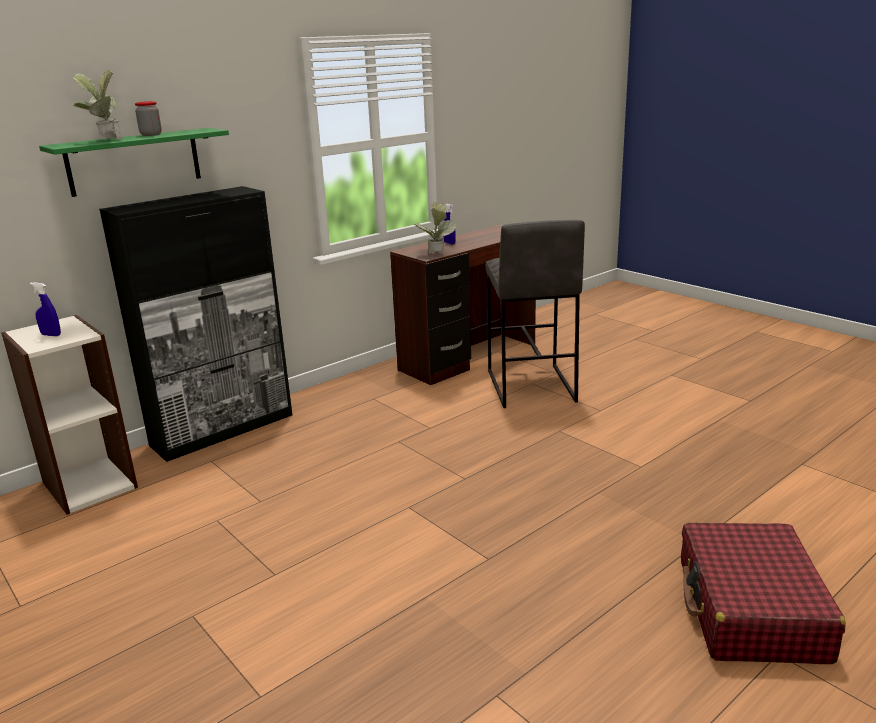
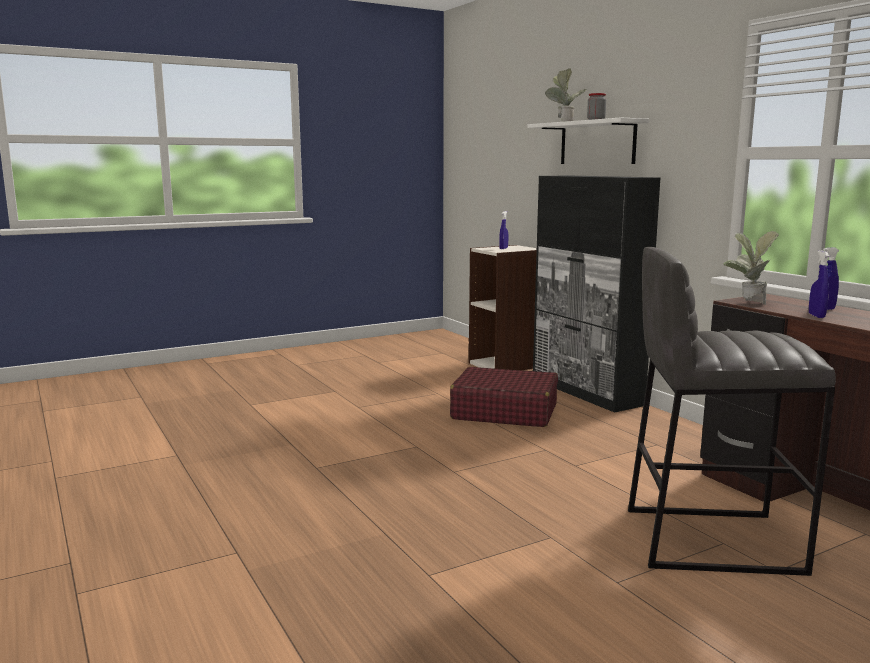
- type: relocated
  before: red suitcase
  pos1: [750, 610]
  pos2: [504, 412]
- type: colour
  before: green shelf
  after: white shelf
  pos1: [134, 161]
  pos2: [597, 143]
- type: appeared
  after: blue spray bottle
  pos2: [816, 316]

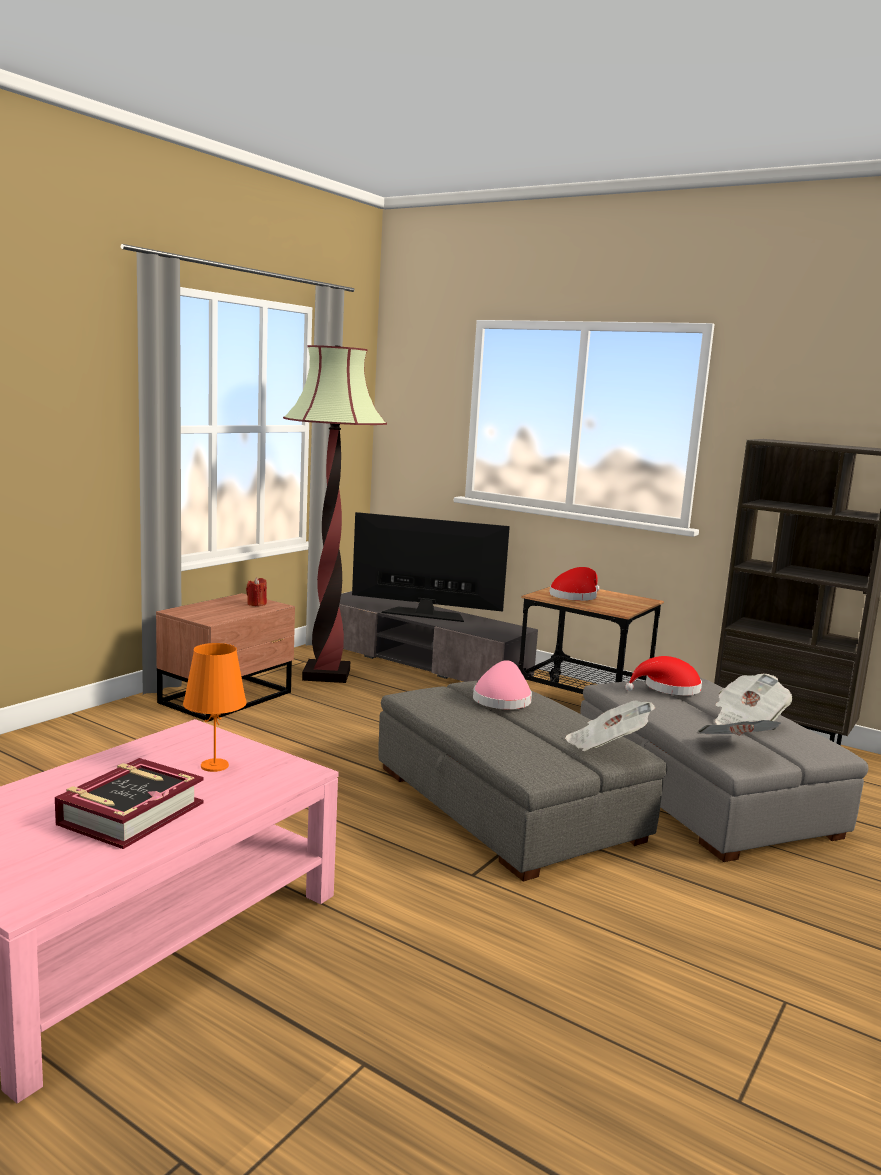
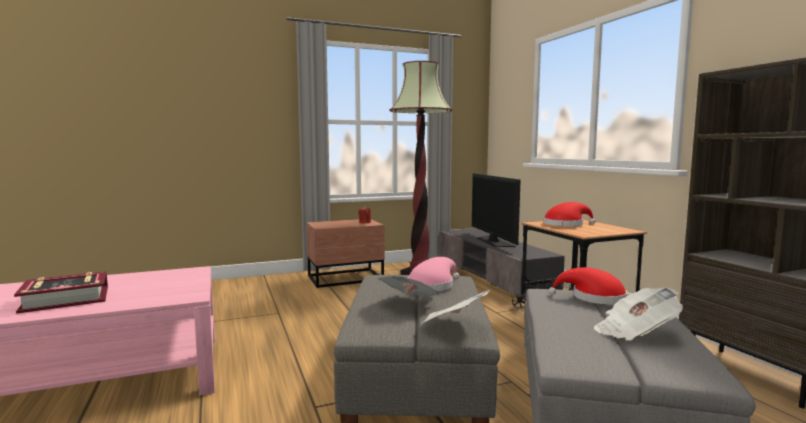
- type: relocated
  before: newspaper
  pos1: [734, 748]
  pos2: [410, 303]
- type: spun
  before: television
  pos1: [425, 614]
  pos2: [493, 241]
  turn: -150
- type: missing
  before: orange table lamp
  pos1: [215, 766]

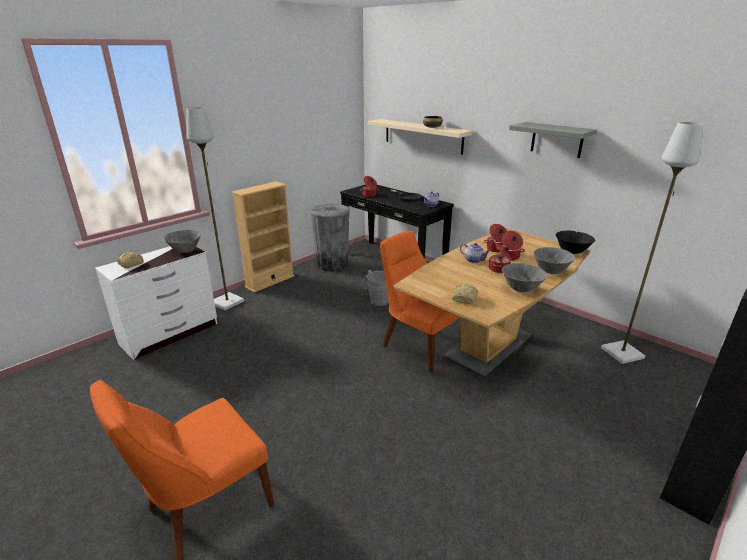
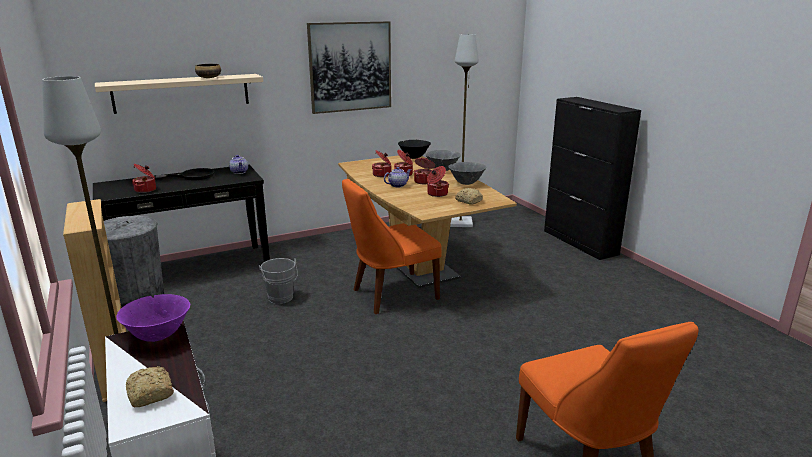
- type: colour
  before: grey bowl
  after: purple bowl
  pos1: [185, 251]
  pos2: [158, 336]
- type: exchanged
  before: grey shelf
  after: picture
  pos1: [557, 140]
  pos2: [350, 67]
- type: appeared
  after: cooking pot
  pos2: [436, 194]

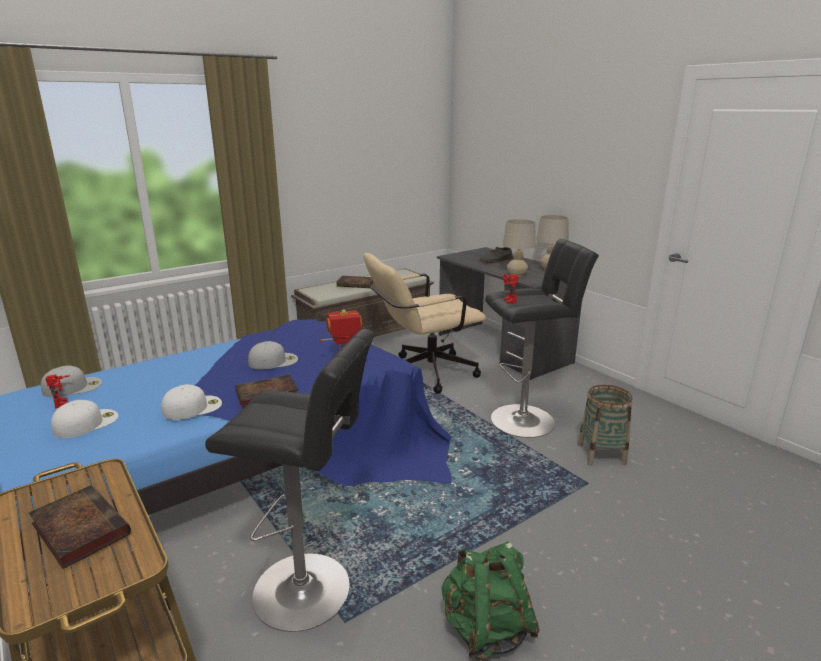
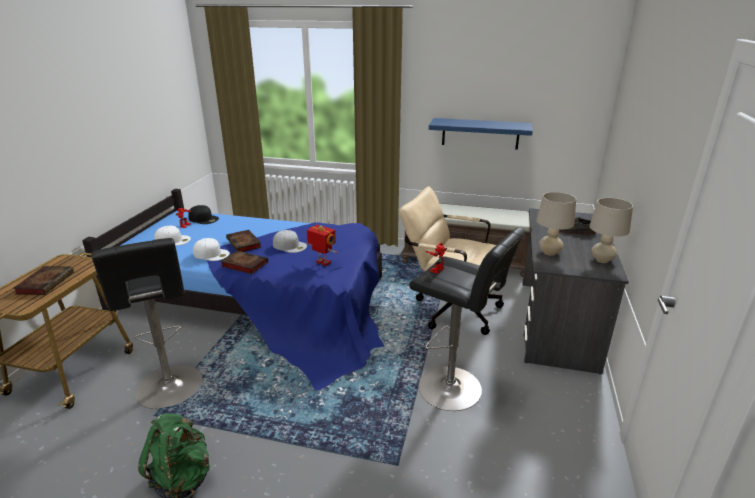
- type: colour
  before: white cap
  after: black cap
  pos1: [73, 387]
  pos2: [204, 219]
- type: relocated
  before: book
  pos1: [357, 284]
  pos2: [244, 244]
- type: appeared
  after: blue shelf
  pos2: [480, 133]
- type: missing
  before: basket
  pos1: [601, 454]

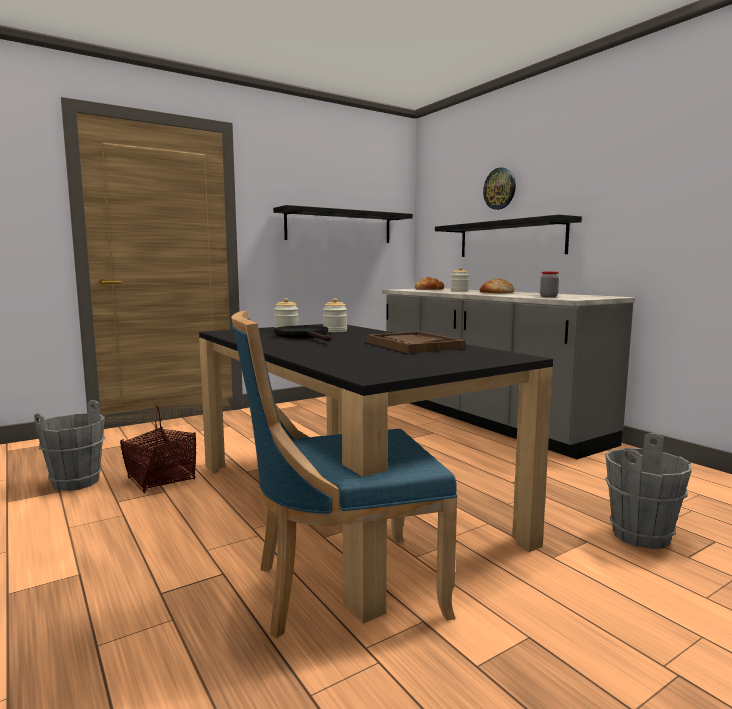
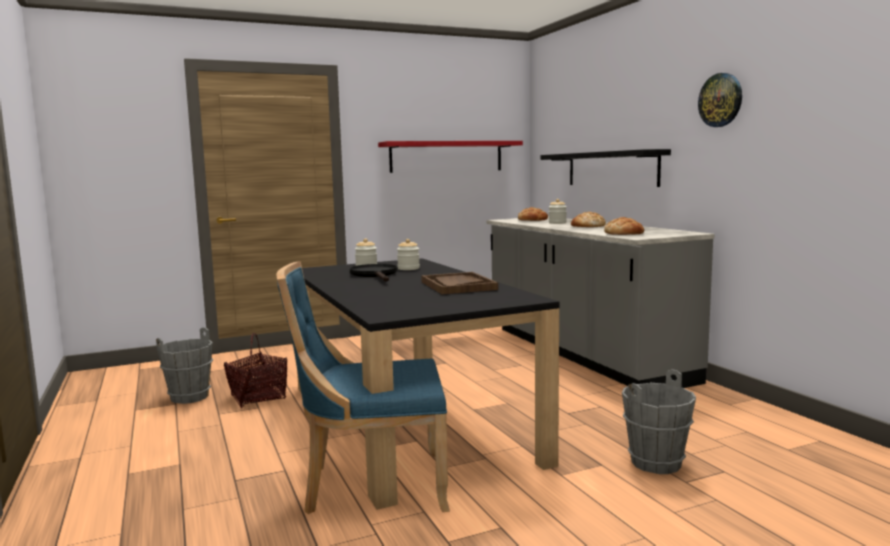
- type: colour
  before: black shelf
  after: red shelf
  pos1: [339, 226]
  pos2: [446, 156]
- type: exchanged
  before: jar
  after: bread
  pos1: [548, 296]
  pos2: [624, 233]
- type: relocated
  before: wall clock
  pos1: [500, 188]
  pos2: [720, 100]

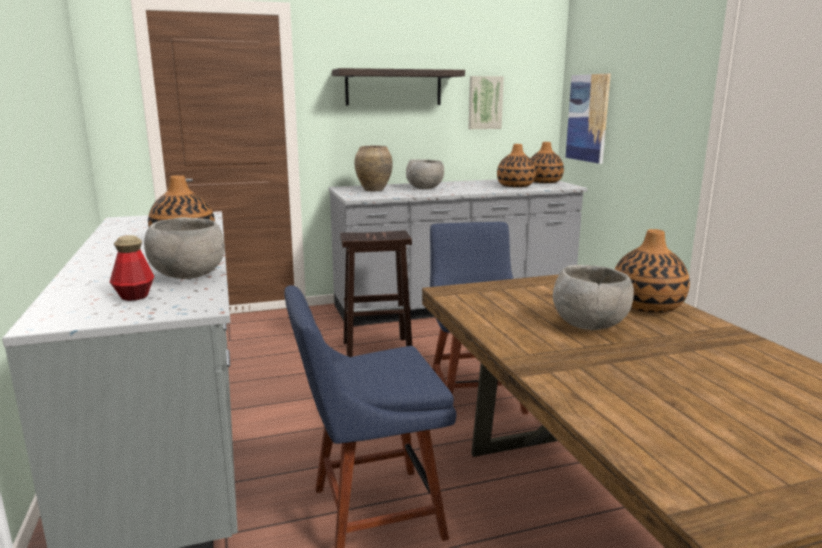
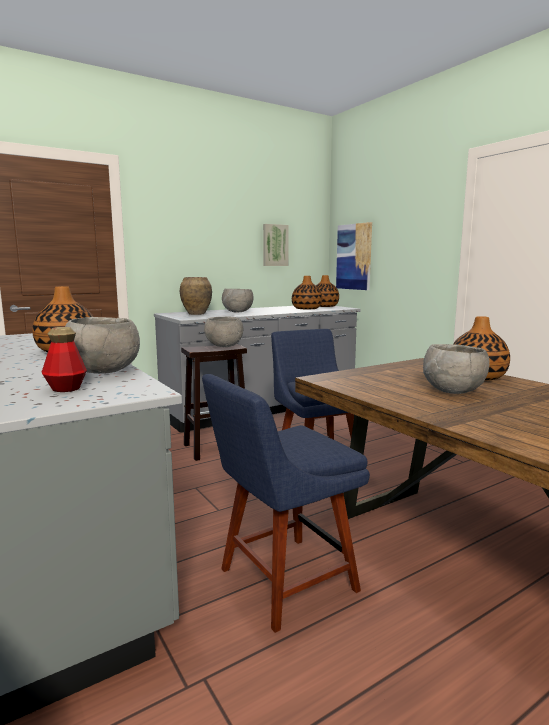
- type: appeared
  after: grey bowl
  pos2: [224, 346]
- type: missing
  before: shelf
  pos1: [393, 87]

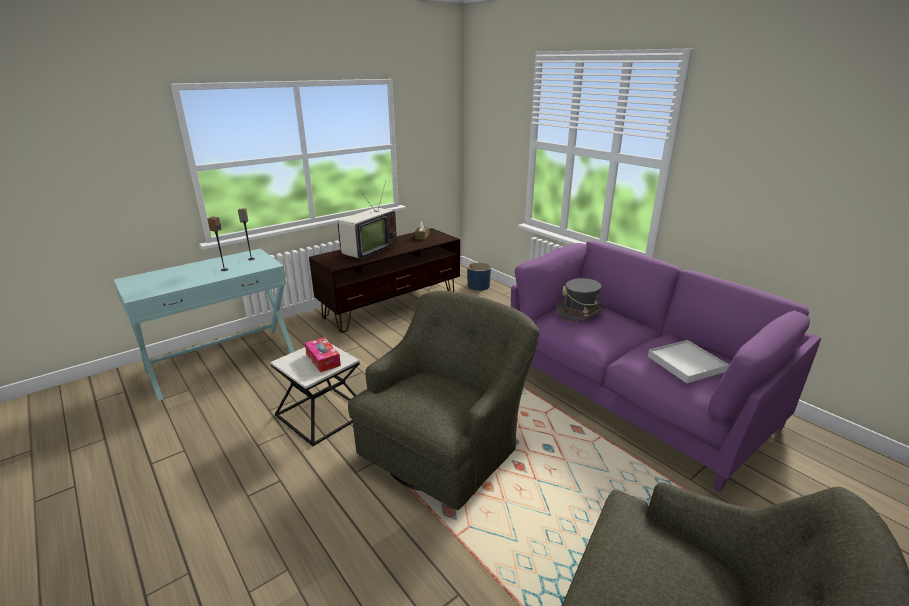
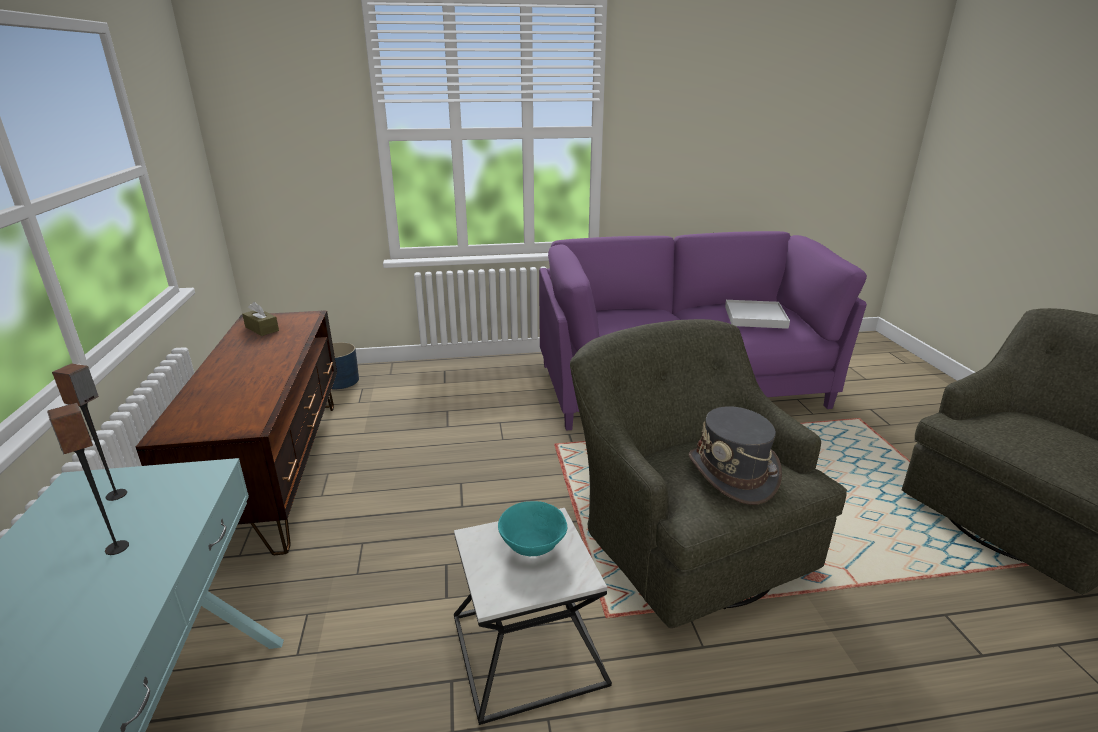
- type: exchanged
  before: tissue box
  after: turquoise bowl
  pos1: [323, 360]
  pos2: [531, 546]
- type: relocated
  before: grey hat
  pos1: [580, 312]
  pos2: [732, 474]
- type: missing
  before: television
  pos1: [367, 251]

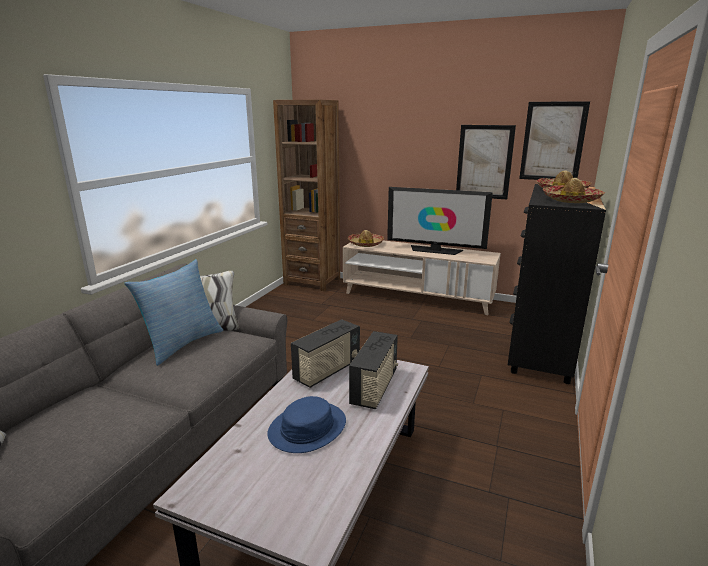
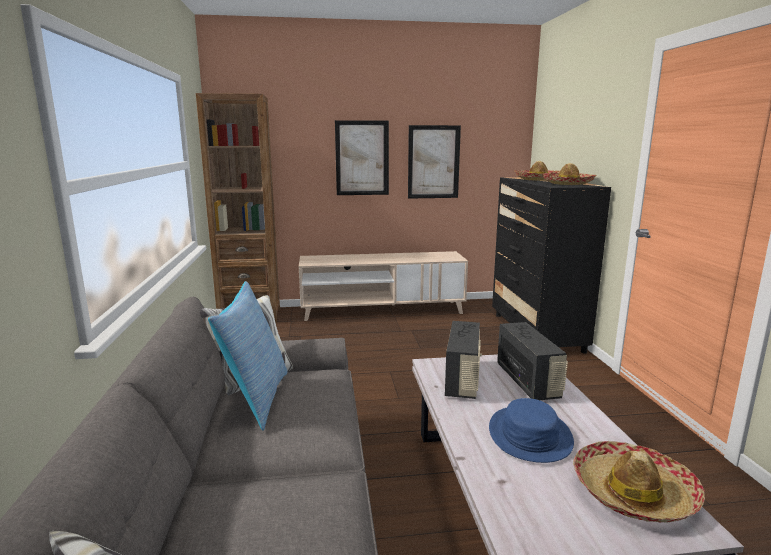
- type: relocated
  before: picture
  pos1: [553, 141]
  pos2: [362, 158]
- type: relocated
  before: hat
  pos1: [365, 244]
  pos2: [632, 492]
- type: missing
  before: television
  pos1: [435, 250]

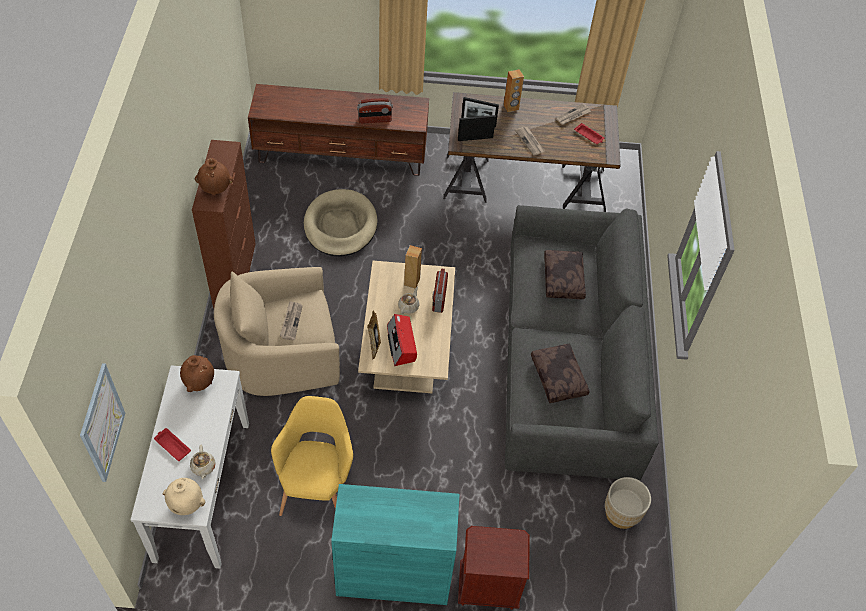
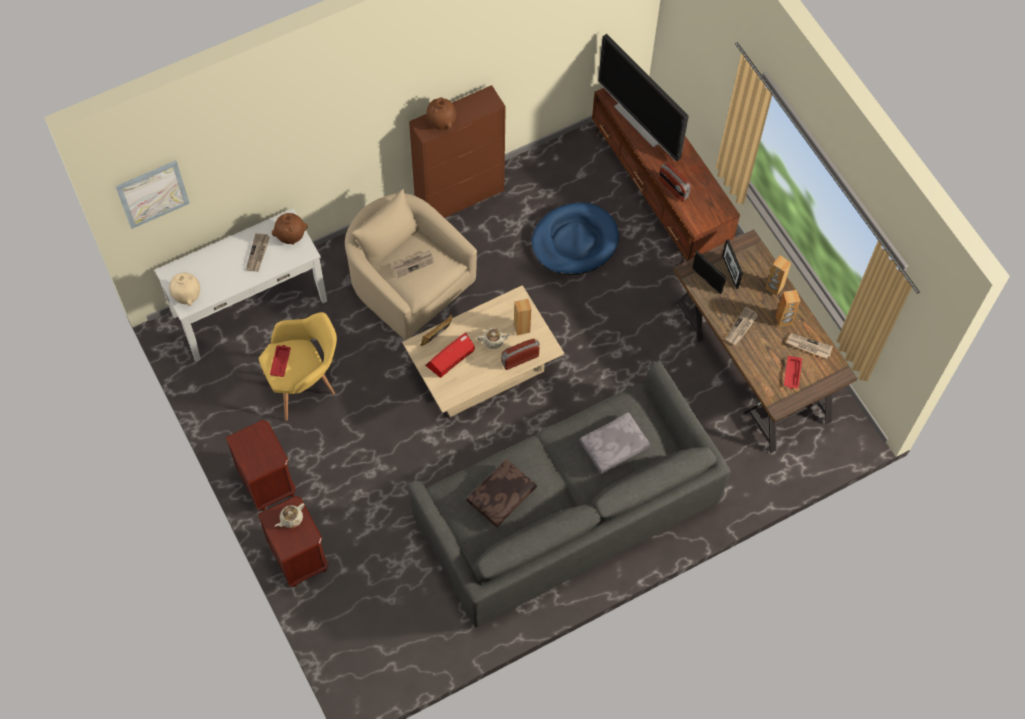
- type: exchanged
  before: turquoise cabinet
  after: brown nightstand
  pos1: [393, 573]
  pos2: [267, 483]
- type: appeared
  after: newspaper
  pos2: [258, 253]
- type: relocated
  before: red tray
  pos1: [172, 445]
  pos2: [280, 361]
- type: relocated
  before: beige teapot
  pos1: [203, 467]
  pos2: [291, 519]
- type: colour
  before: beige dog bed
  after: blue dog bed
  pos1: [340, 226]
  pos2: [574, 241]
- type: colour
  before: brown pillow
  after: grey pillow
  pos1: [564, 279]
  pos2: [614, 447]
- type: appeared
  after: television
  pos2: [641, 122]
- type: appeared
  after: brown speaker
  pos2: [783, 320]
- type: missing
  before: beige planter
  pos1: [621, 513]

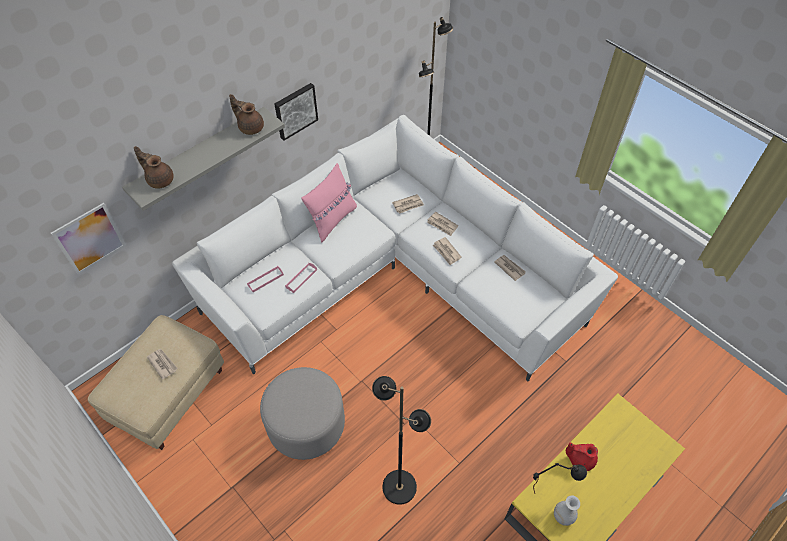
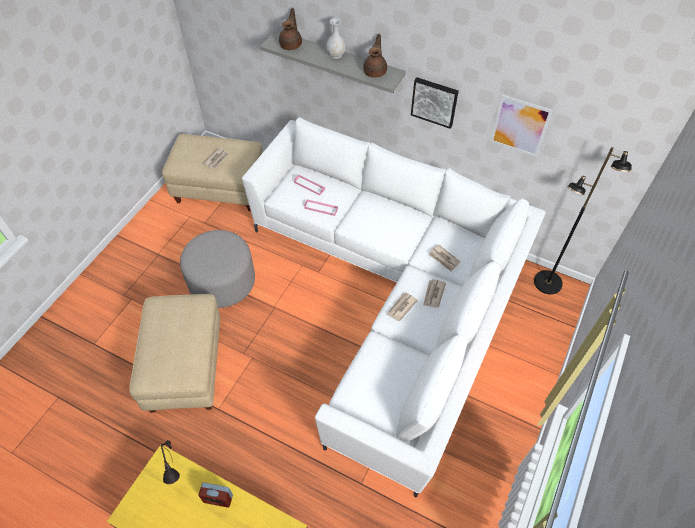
- type: exchanged
  before: black floor lamp
  after: beige ottoman
  pos1: [399, 486]
  pos2: [185, 367]
- type: exchanged
  before: red teapot
  after: alarm clock
  pos1: [580, 459]
  pos2: [218, 498]
- type: relocated
  before: white vase
  pos1: [563, 516]
  pos2: [336, 55]
- type: relocated
  before: picture
  pos1: [90, 238]
  pos2: [520, 126]
- type: missing
  before: pink pillow
  pos1: [332, 220]
- type: missing
  before: newspaper
  pos1: [509, 268]

